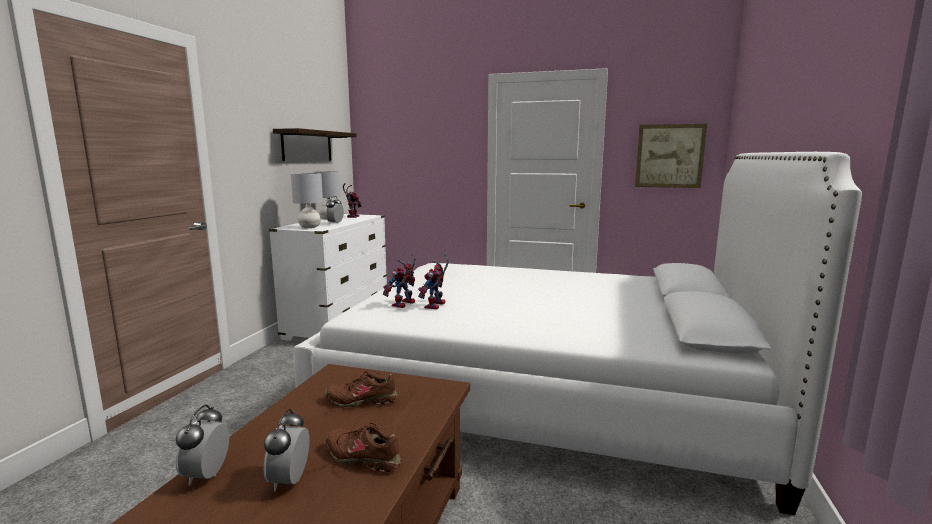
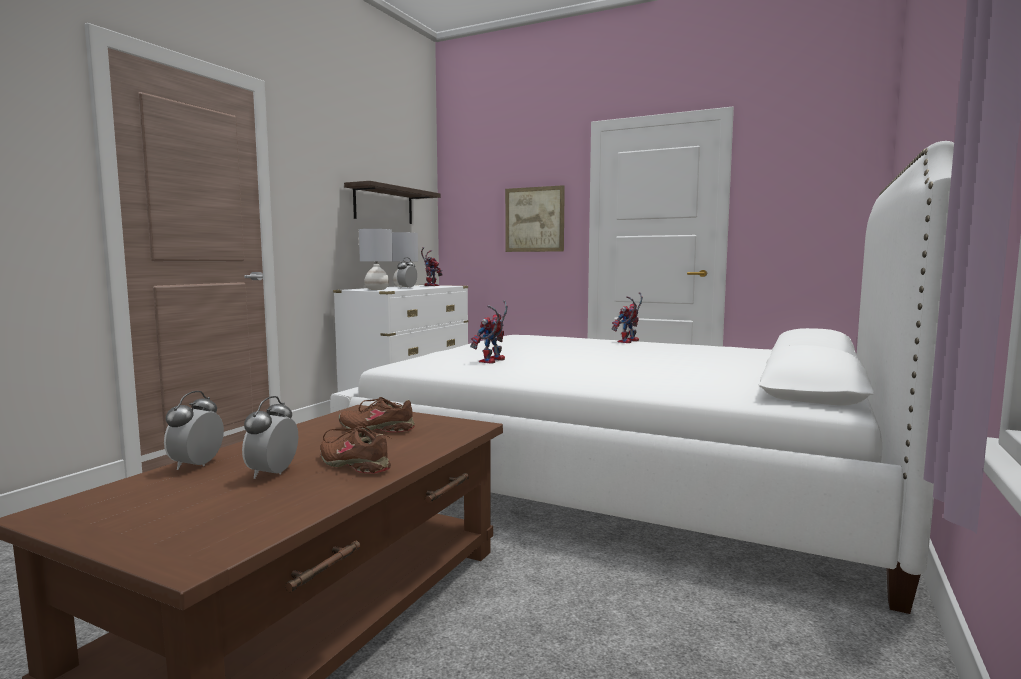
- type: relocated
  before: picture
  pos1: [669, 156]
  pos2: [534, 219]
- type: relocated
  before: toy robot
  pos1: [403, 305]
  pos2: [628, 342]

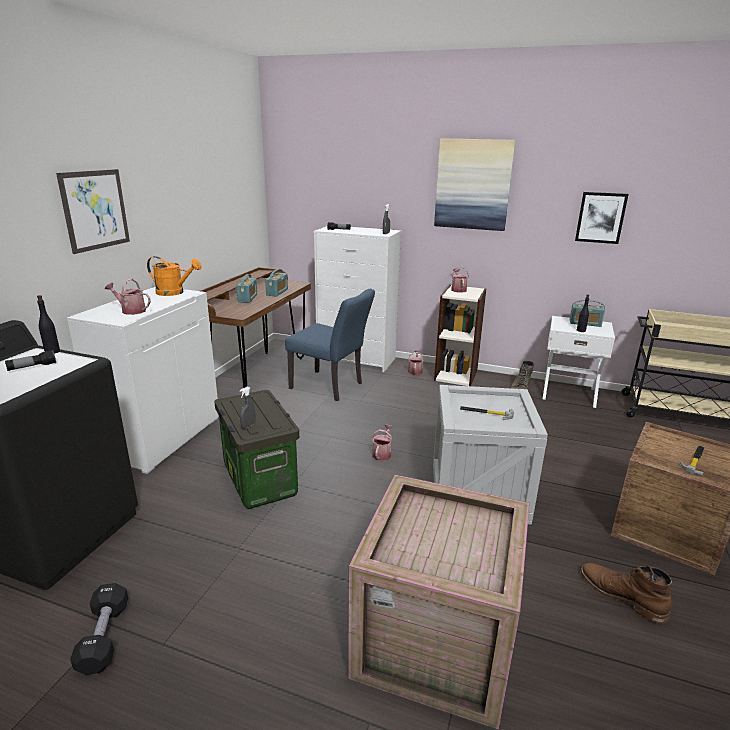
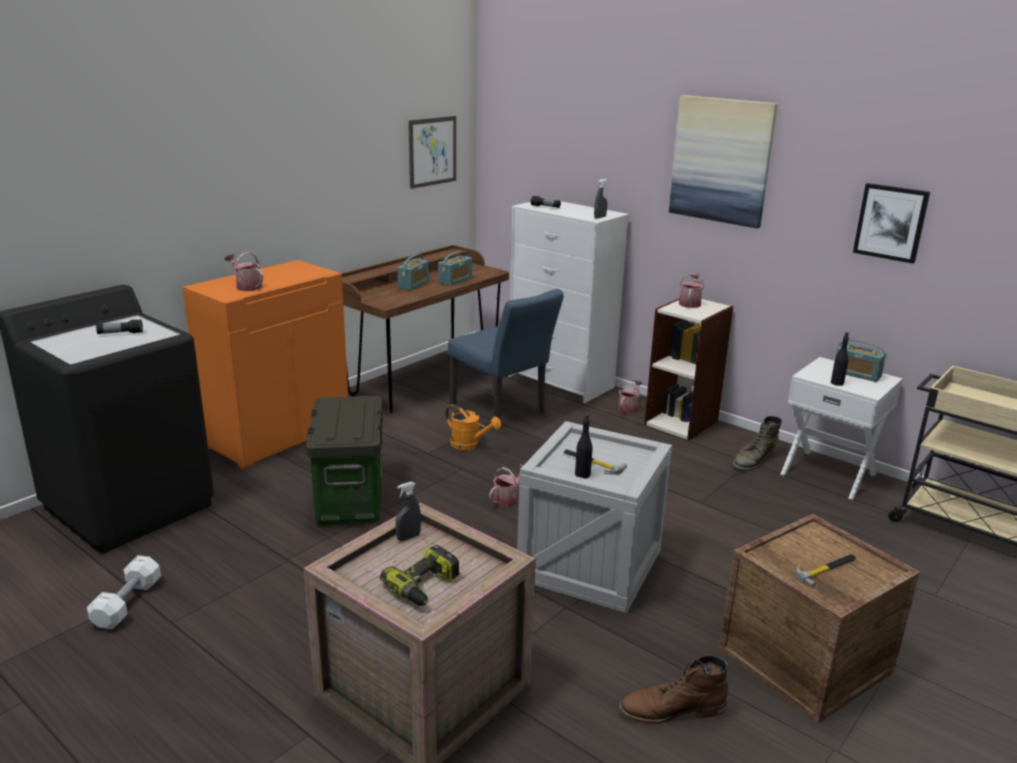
- type: colour
  before: black dumbbell
  after: white dumbbell
  pos1: [104, 637]
  pos2: [127, 604]
- type: colour
  before: white cabinet
  after: orange cabinet
  pos1: [162, 437]
  pos2: [278, 435]
- type: appeared
  after: power drill
  pos2: [425, 587]
- type: relocated
  before: grey spray bottle
  pos1: [248, 426]
  pos2: [408, 537]
- type: relocated
  before: picture
  pos1: [95, 210]
  pos2: [432, 151]
- type: relocated
  before: orange watering can
  pos1: [174, 292]
  pos2: [470, 445]
- type: relocated
  before: black bottle
  pos1: [52, 351]
  pos2: [582, 474]
- type: spun
  before: brown boot
  pos1: [622, 595]
  pos2: [671, 709]
  turn: -75

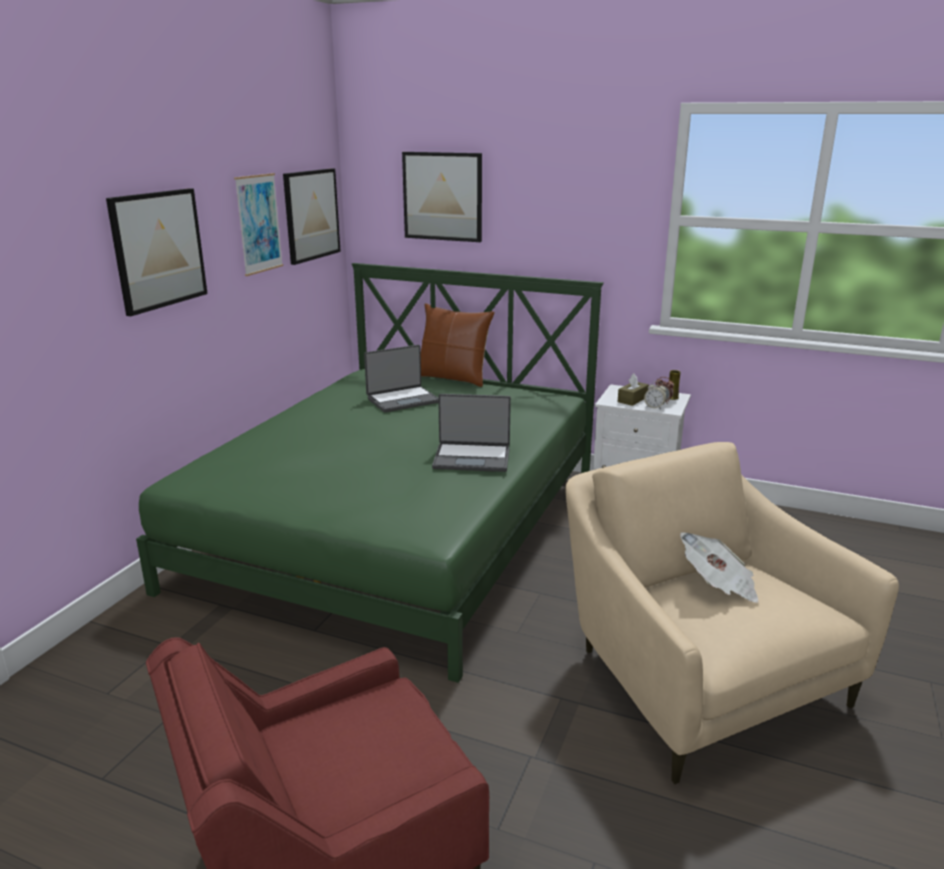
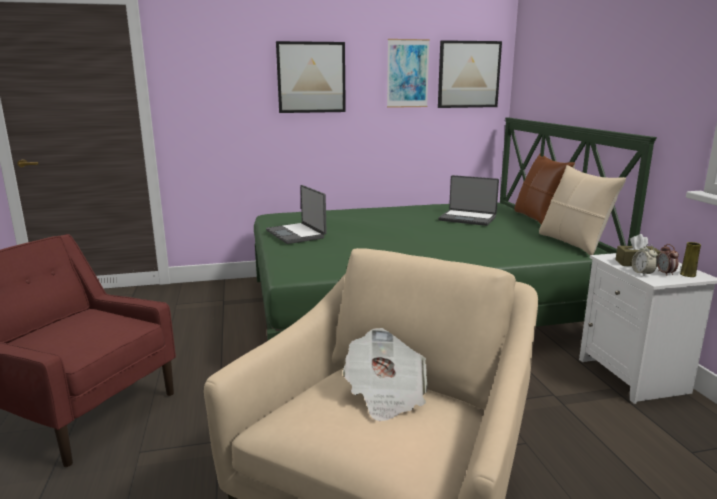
- type: relocated
  before: laptop
  pos1: [472, 458]
  pos2: [297, 234]
- type: appeared
  after: beige pillow
  pos2: [573, 243]
- type: missing
  before: picture
  pos1: [442, 196]

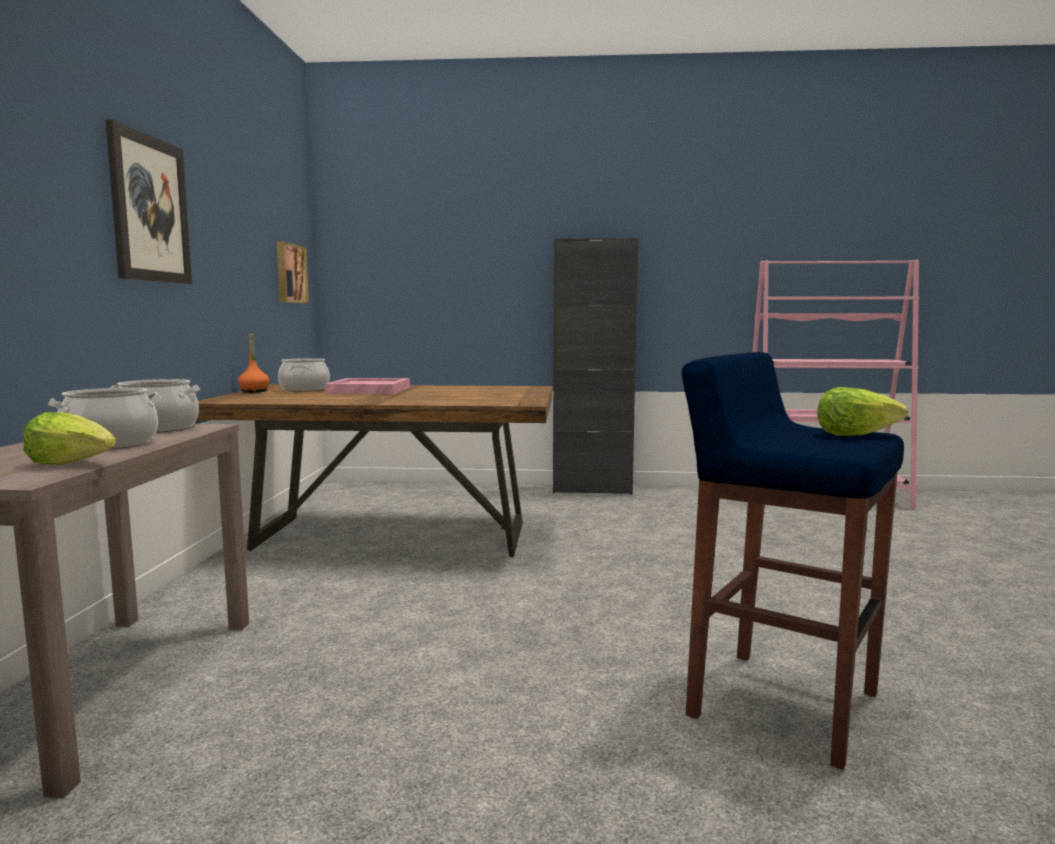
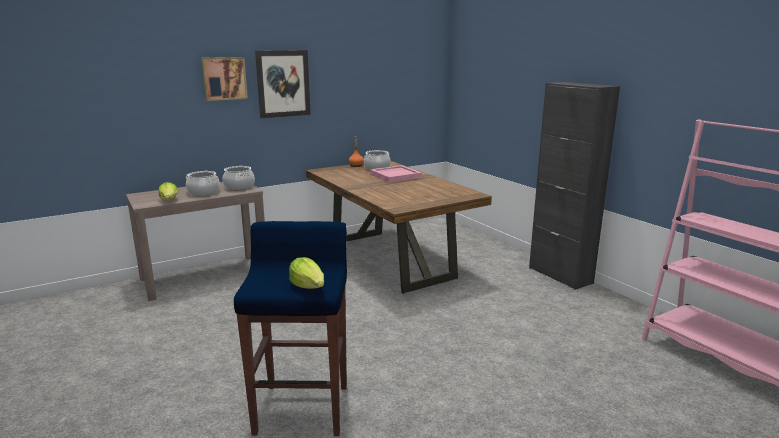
- type: relocated
  before: picture
  pos1: [289, 273]
  pos2: [224, 78]

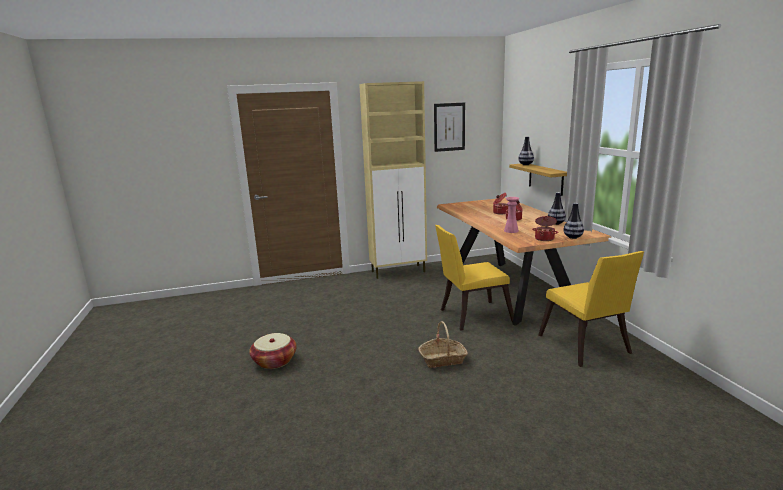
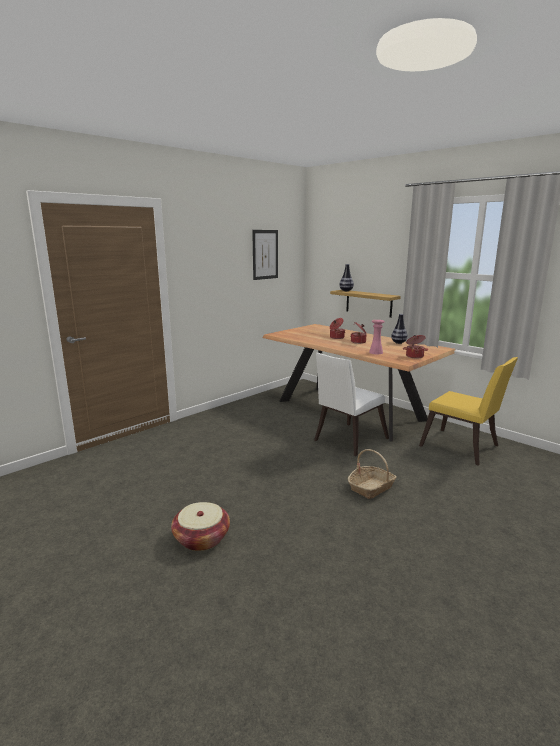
- type: colour
  before: yellow chair
  after: white chair
  pos1: [471, 316]
  pos2: [347, 440]
- type: missing
  before: beige cabinet
  pos1: [399, 271]
- type: missing
  before: vase
  pos1: [573, 237]

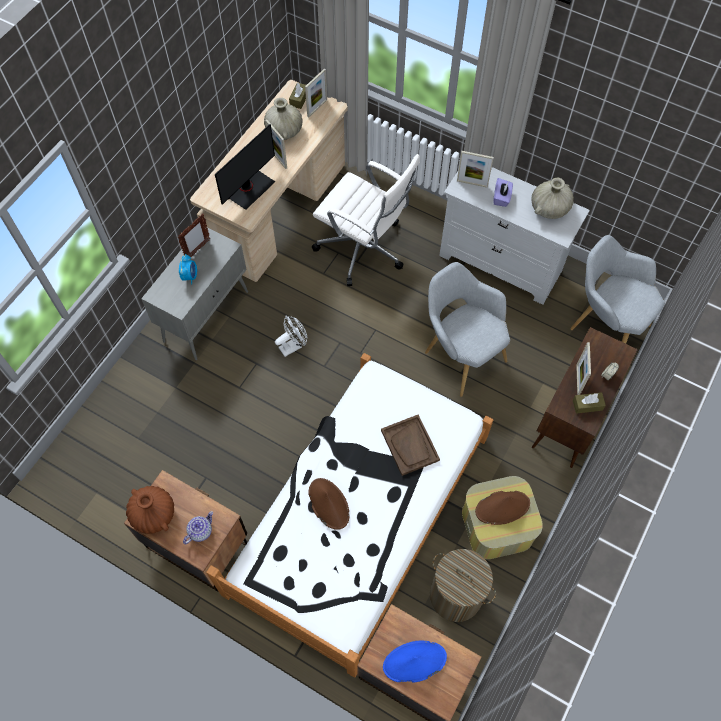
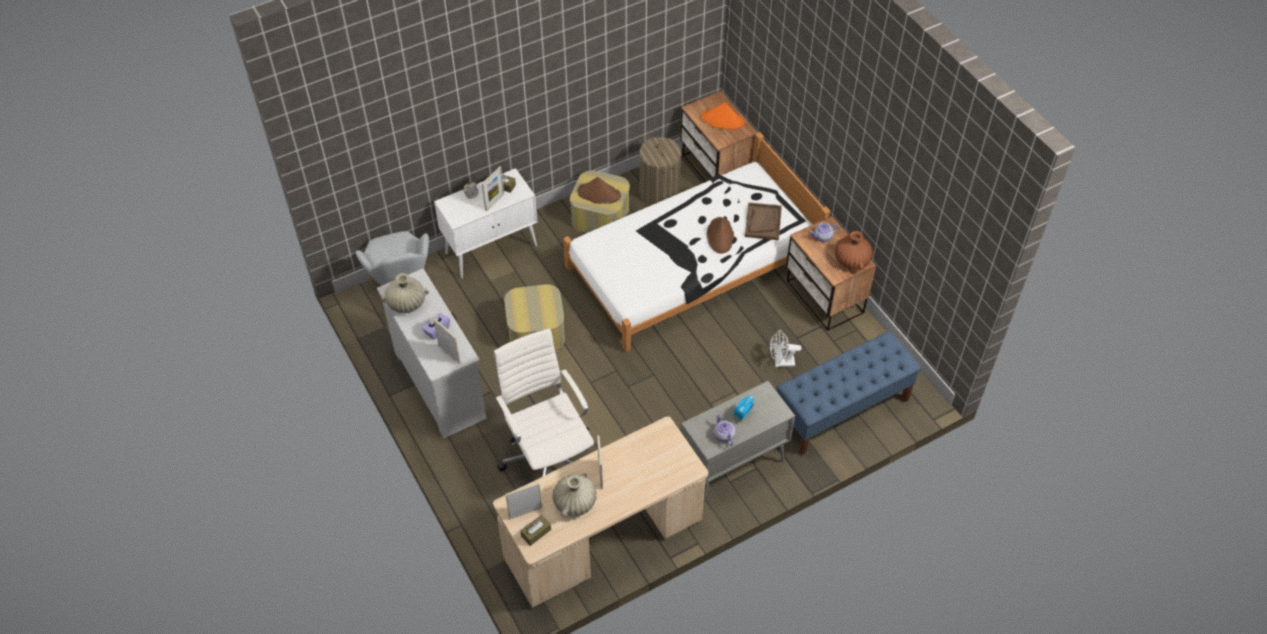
- type: colour
  before: brown cabinet
  after: white cabinet
  pos1: [571, 419]
  pos2: [492, 249]
- type: exchanged
  before: grey armchair
  after: ottoman
  pos1: [460, 354]
  pos2: [536, 330]
- type: colour
  before: blue hat
  after: orange hat
  pos1: [414, 662]
  pos2: [723, 120]
- type: exchanged
  before: picture frame
  after: teapot
  pos1: [197, 250]
  pos2: [723, 435]
- type: relocated
  before: brown tray
  pos1: [410, 445]
  pos2: [763, 222]
- type: relocated
  before: white fan
  pos1: [293, 346]
  pos2: [781, 362]
- type: appeared
  after: blue bench
  pos2: [841, 410]
- type: missing
  before: monitor
  pos1: [248, 188]

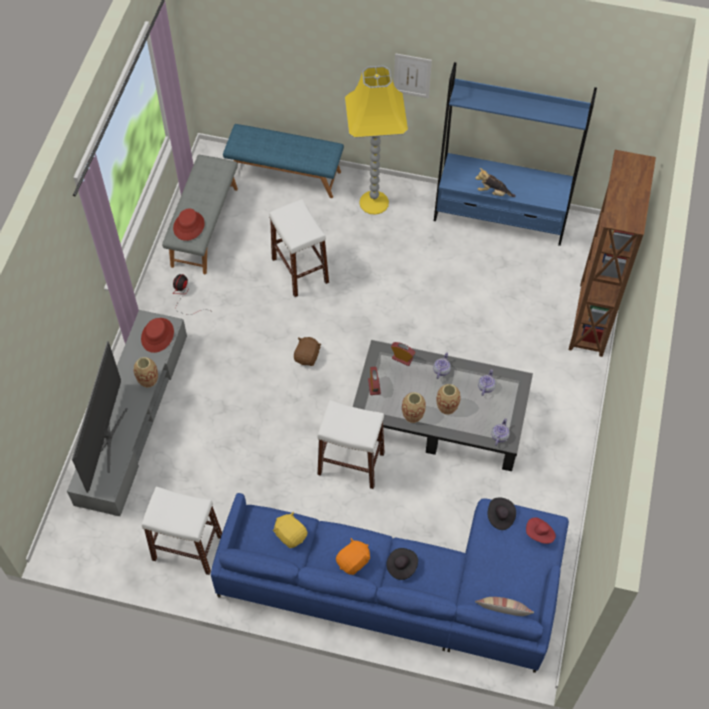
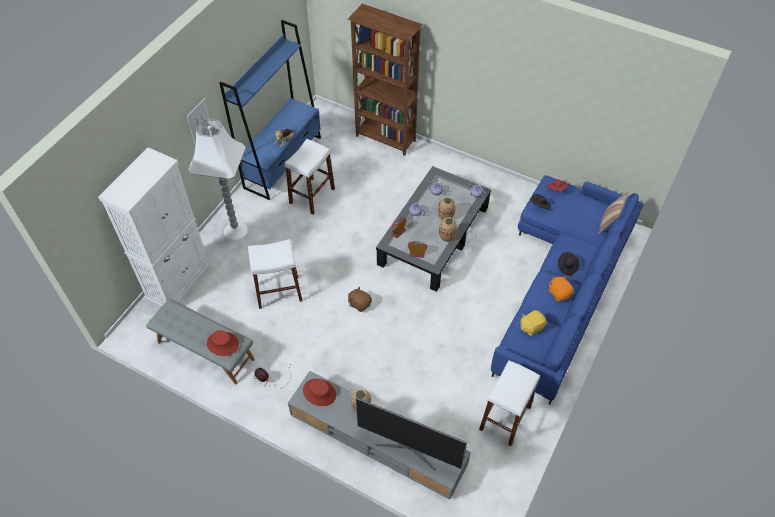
- type: exchanged
  before: blue bench
  after: white cabinet
  pos1: [285, 174]
  pos2: [179, 282]
- type: colour
  before: yellow floor lamp
  after: white floor lamp
  pos1: [373, 202]
  pos2: [235, 231]
- type: relocated
  before: white stool
  pos1: [351, 463]
  pos2: [312, 196]

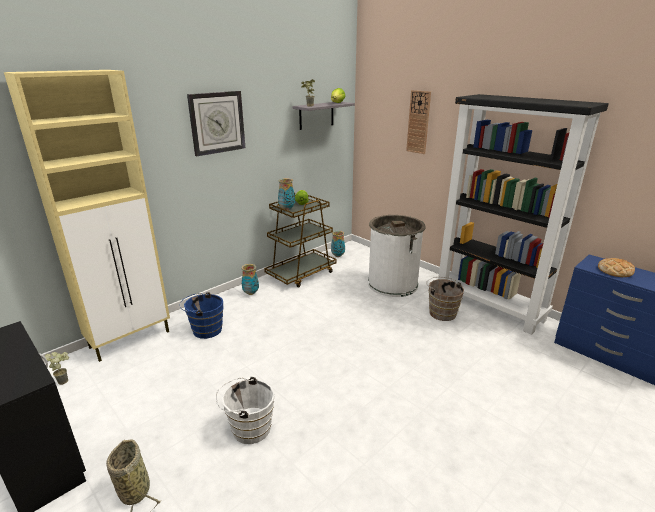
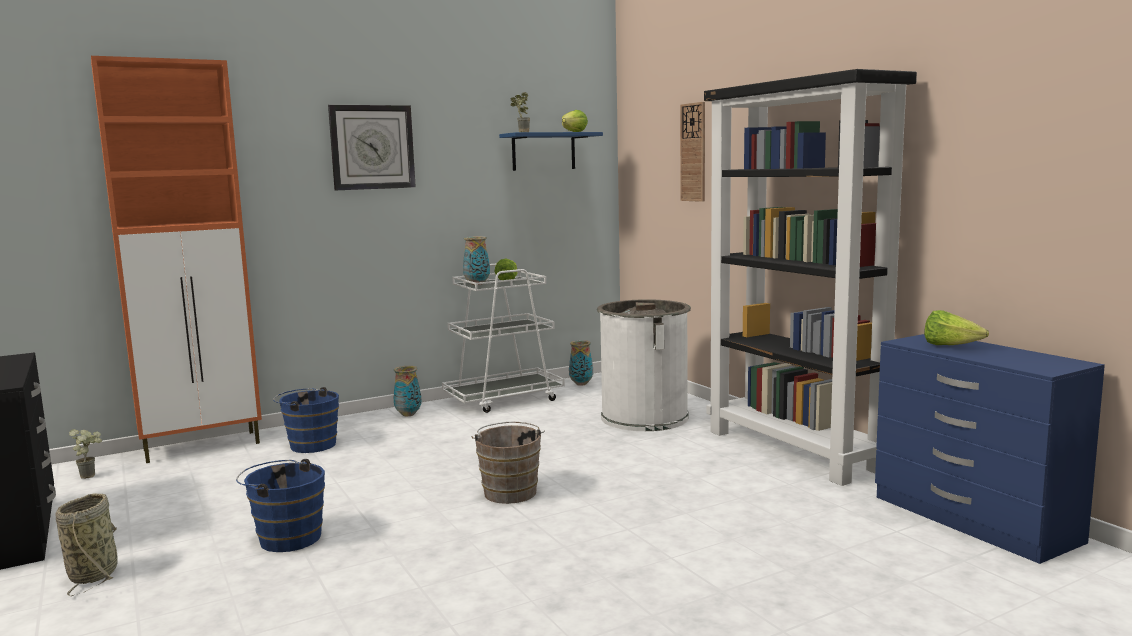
- type: colour
  before: beige cabinet
  after: orange cabinet
  pos1: [131, 339]
  pos2: [204, 446]
- type: colour
  before: white bucket
  after: blue bucket
  pos1: [248, 428]
  pos2: [286, 538]
- type: colour
  before: brown cart
  after: white cart
  pos1: [301, 274]
  pos2: [504, 399]
- type: relocated
  before: brown bucket
  pos1: [441, 312]
  pos2: [510, 491]
- type: colour
  before: grey shelf
  after: blue shelf
  pos1: [316, 115]
  pos2: [543, 151]
- type: exchanged
  before: bread
  after: lettuce
  pos1: [615, 271]
  pos2: [950, 346]

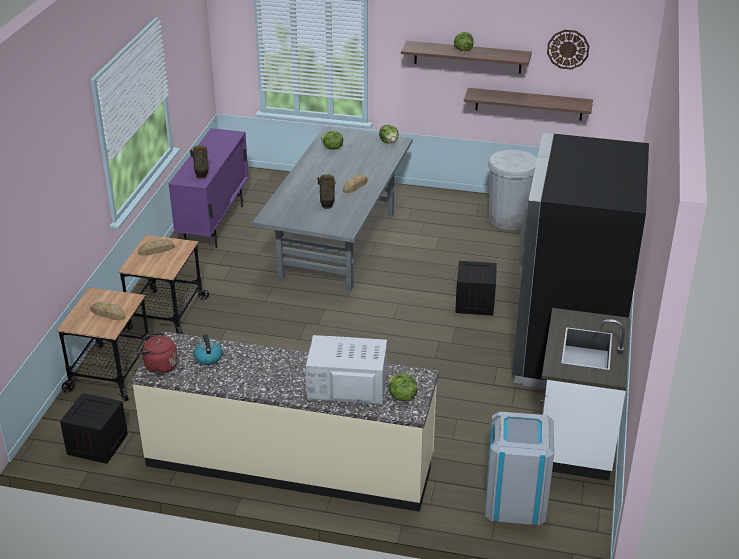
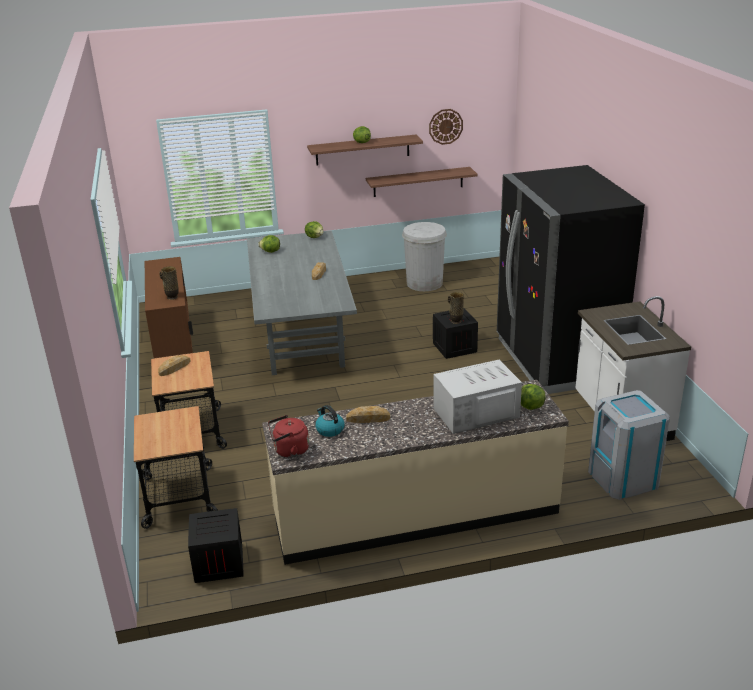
- type: colour
  before: purple cabinet
  after: brown cabinet
  pos1: [214, 224]
  pos2: [175, 350]
- type: relocated
  before: bread
  pos1: [108, 314]
  pos2: [368, 418]
- type: relocated
  before: vase
  pos1: [327, 206]
  pos2: [456, 321]

